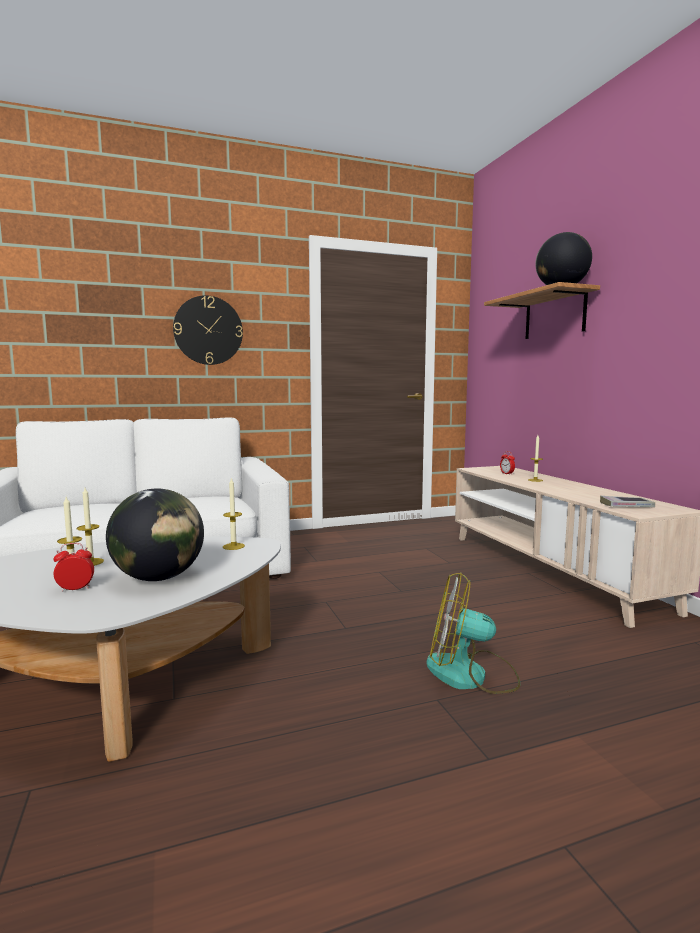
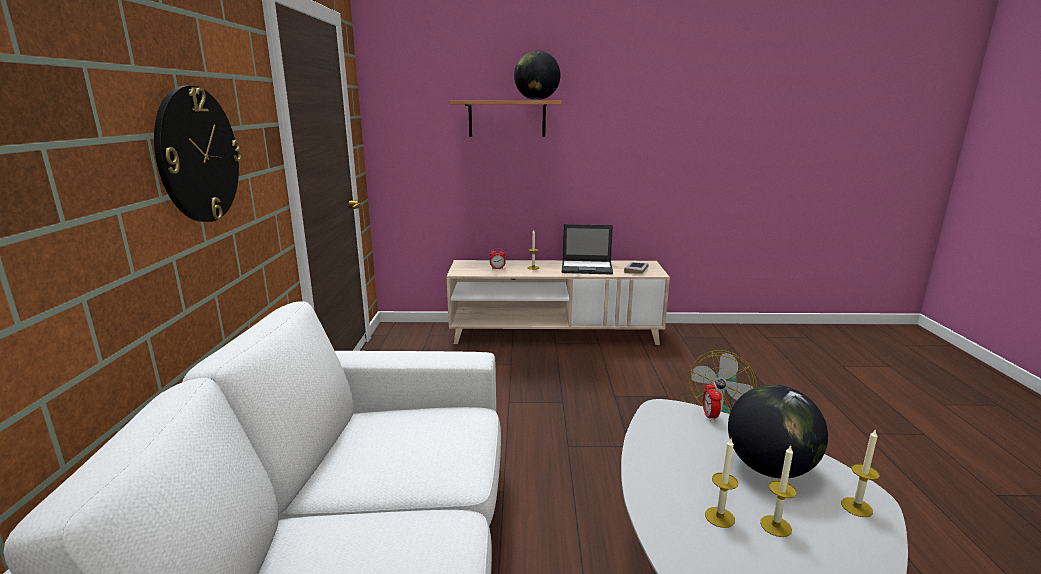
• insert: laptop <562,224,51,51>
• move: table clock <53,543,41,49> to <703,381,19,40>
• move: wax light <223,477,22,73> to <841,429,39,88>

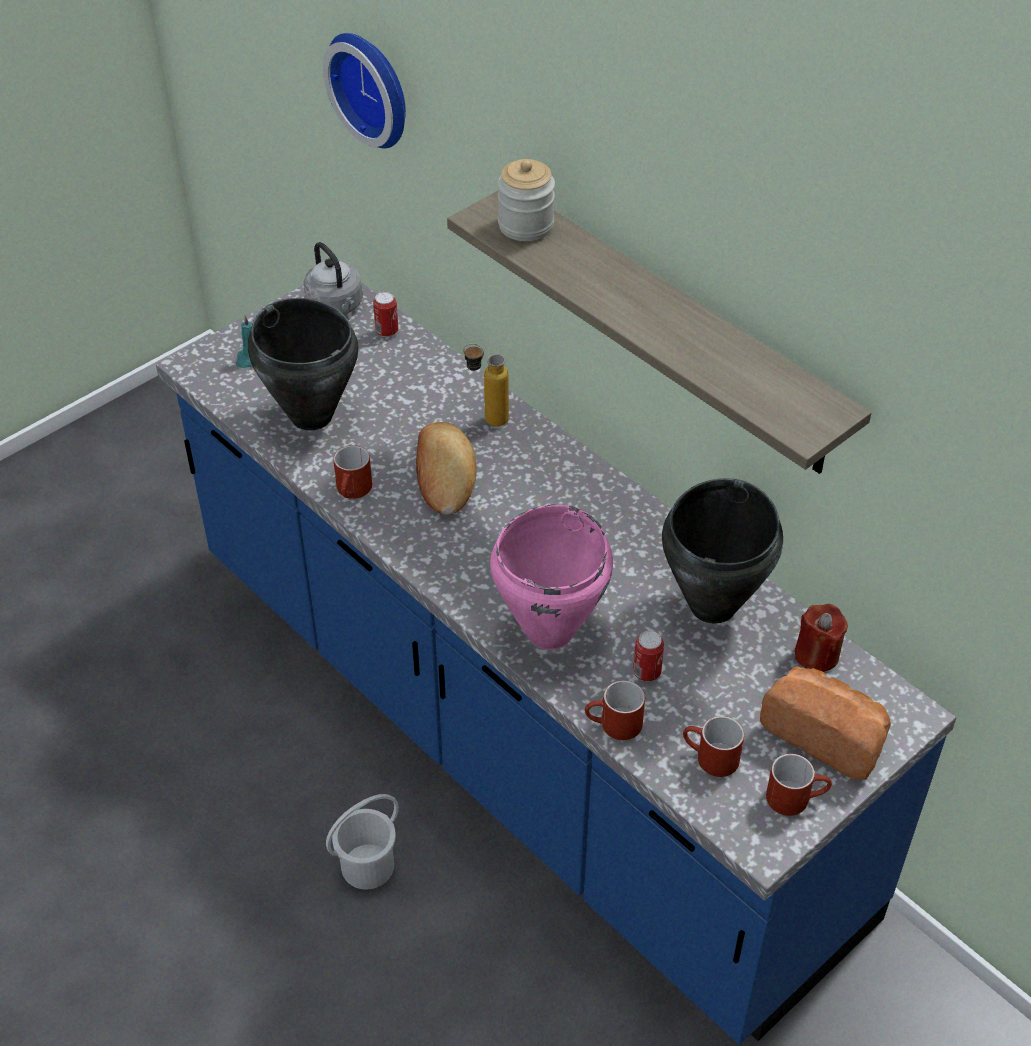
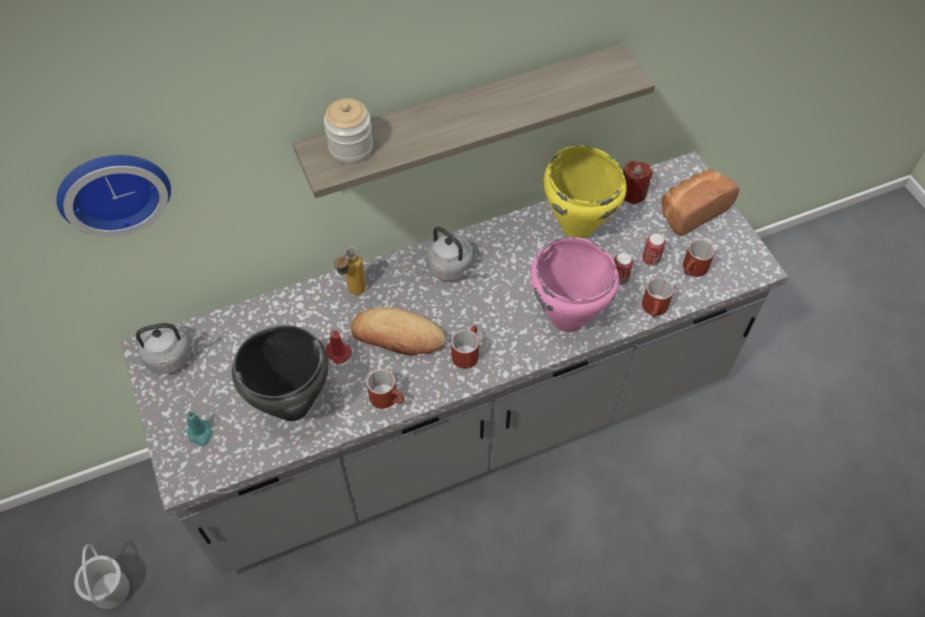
• move: white-coloured pail <326,794,73,96> to <74,544,56,65>
• recolor: blue-coloured kitchen counter <156,282,800,763> to greyish kitchen counter <121,151,668,425>
• insert: red wax light <326,329,26,34>
• insert: greyish kettle <426,227,51,54>
• move: red mug <766,754,66,62> to <451,325,28,44>
• recolor: black-coloured cooking pot <662,478,121,146> to yellowish cooking pot <544,145,83,94>
• move: can <373,292,25,45> to <642,233,23,33>

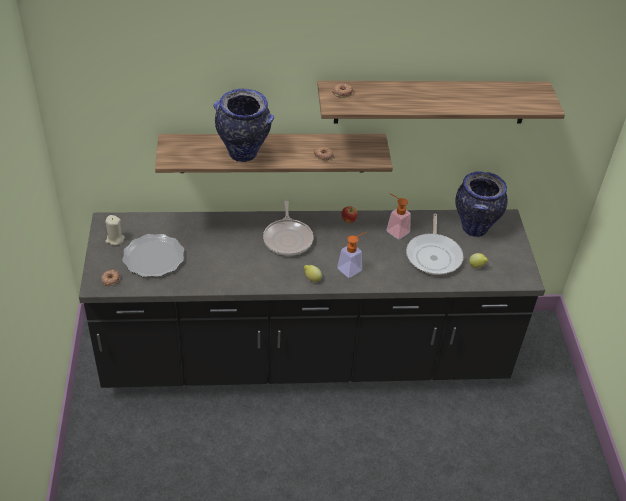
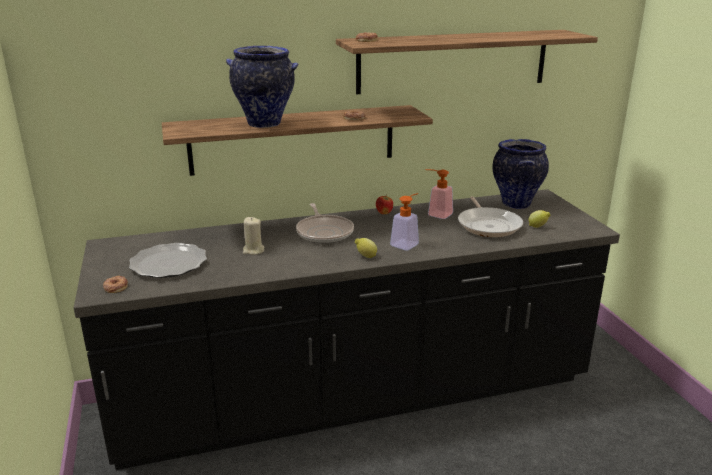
• move: beige wax light <105,215,20,30> to <243,217,21,38>

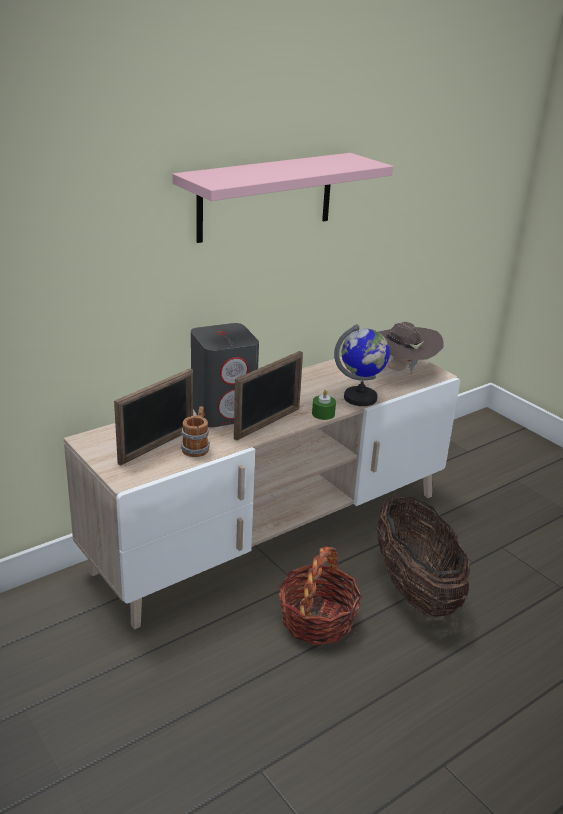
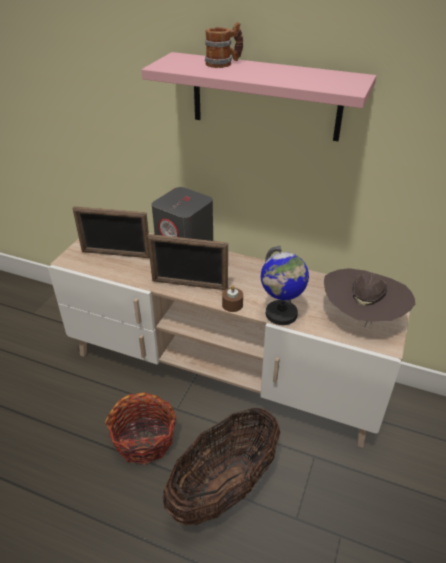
• move: mug <181,406,29,51> to <205,22,38,46>
• recolor: green-coloured wax light <312,390,24,30> to brown wax light <222,285,21,27>

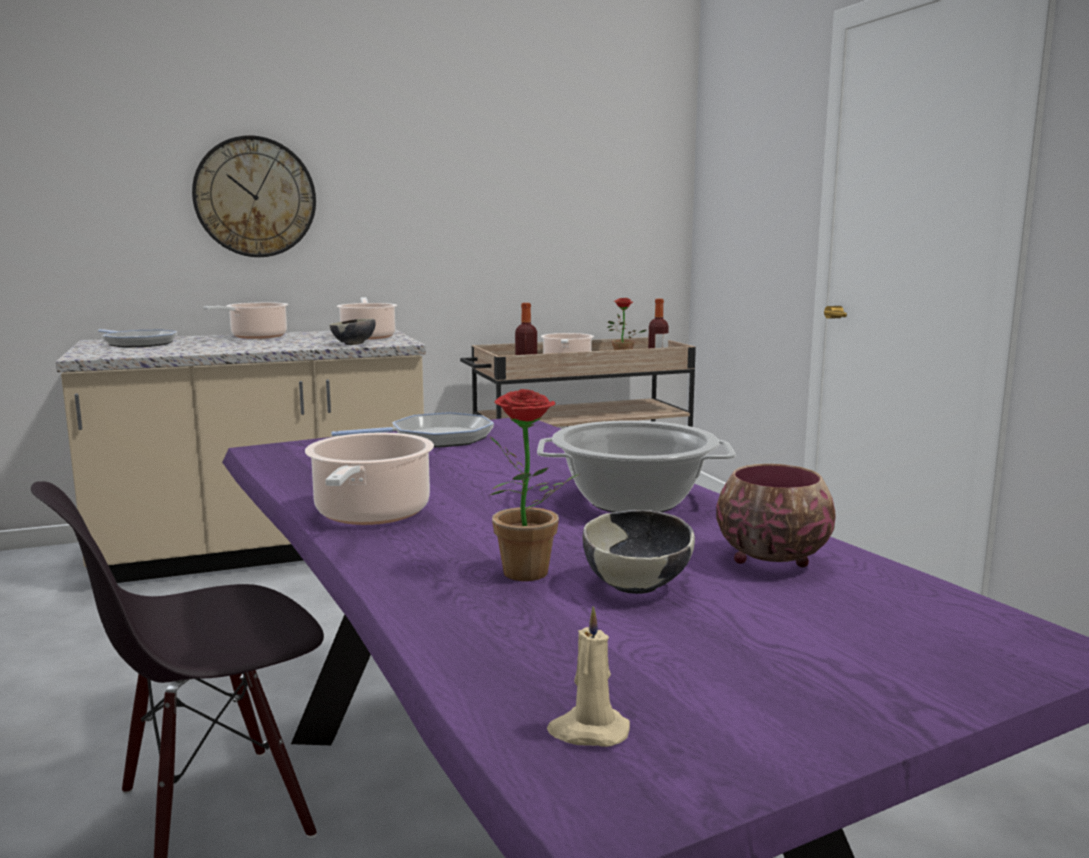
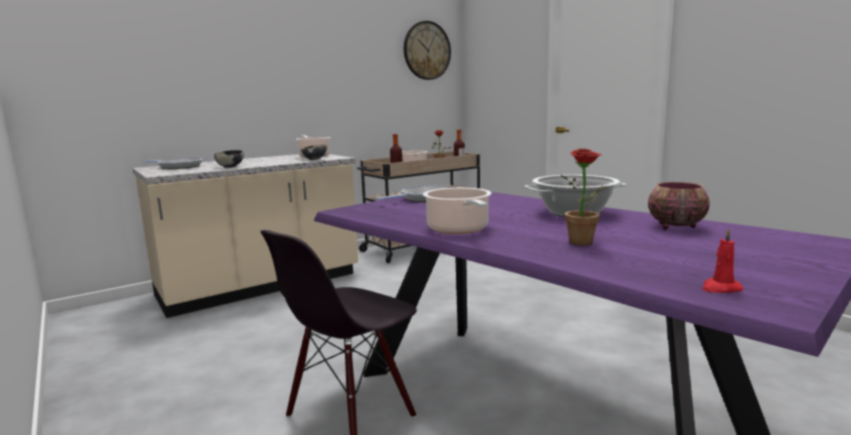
• move: serving bowl <583,510,112,84> to <214,150,30,18>
• move: clock on the wall <192,135,124,122> to <404,21,47,59>
• recolor: beige wax light <547,607,83,140> to red wax light <702,227,41,66>
• delete: cooking pot <203,302,85,37>

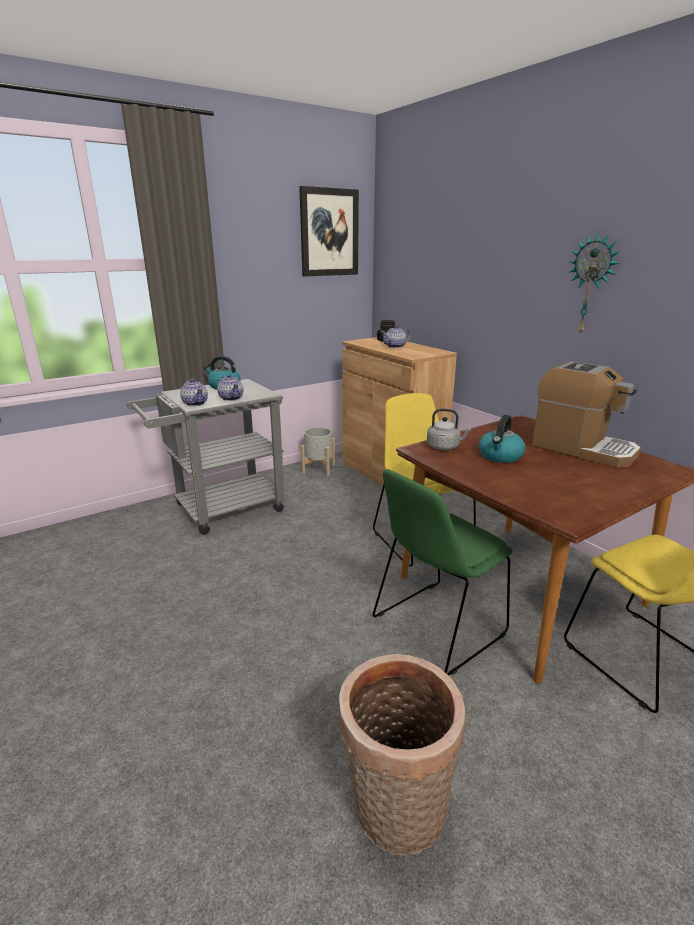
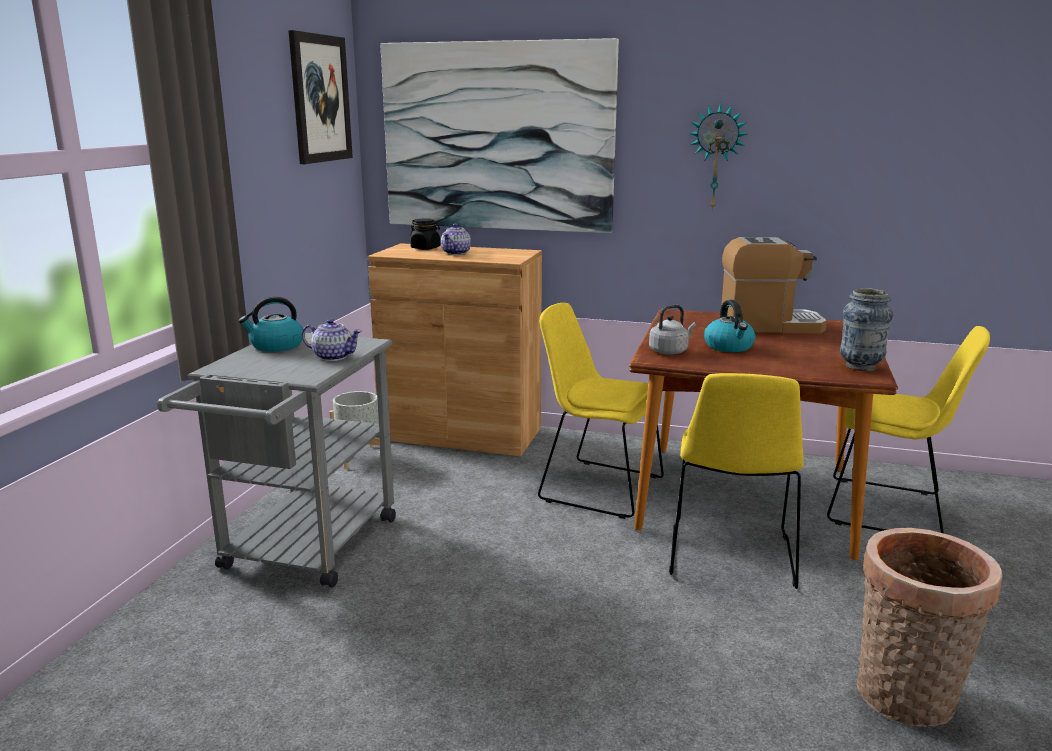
• insert: picture <380,38,239,195>
• recolor: green-coloured plain chair <373,469,139,206> to yellowish plain chair <669,373,135,216>
• insert: vase <840,289,53,82>
• delete: tea pot <180,379,28,27>

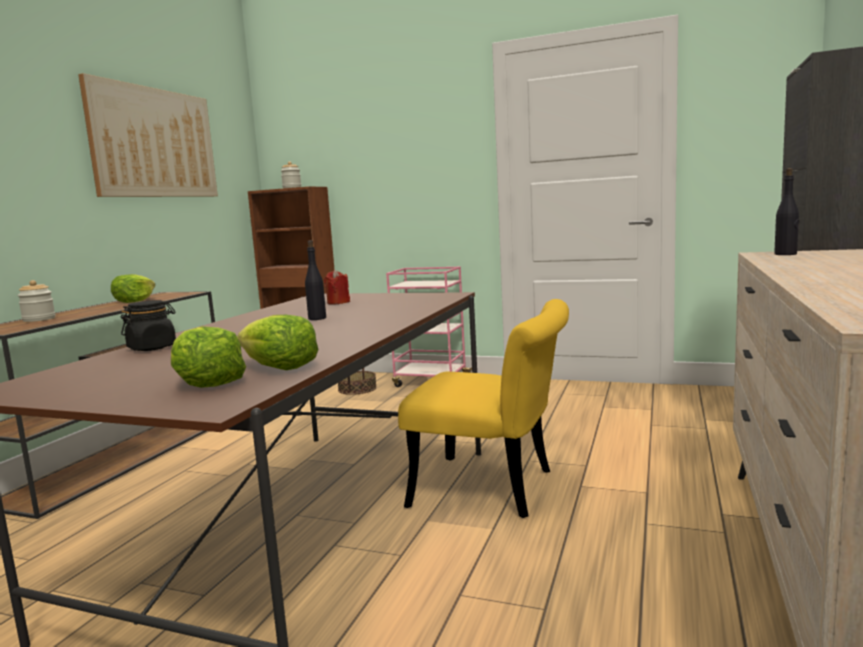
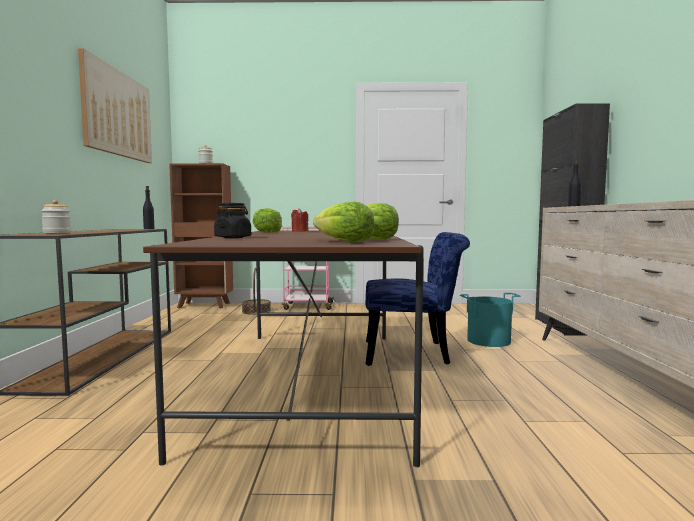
• move: black-coloured drink bottle <305,240,21,80> to <143,186,11,43>
• move: lettuce head <111,274,44,29> to <253,208,29,25>
• recolor: yellowish plain chair <398,299,171,219> to blue-coloured plain chair <365,232,105,134>
• insert: blue-green pail <460,293,60,54>

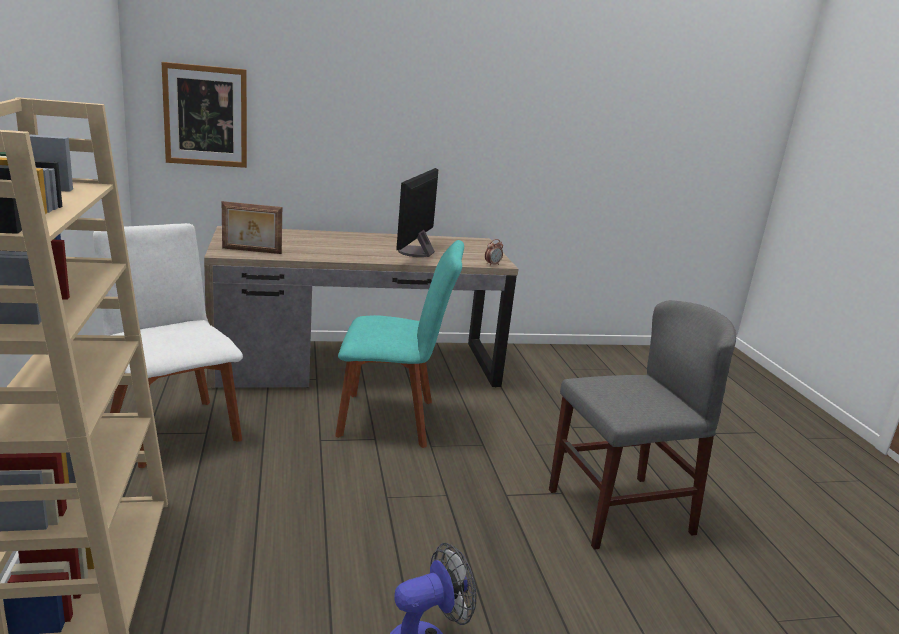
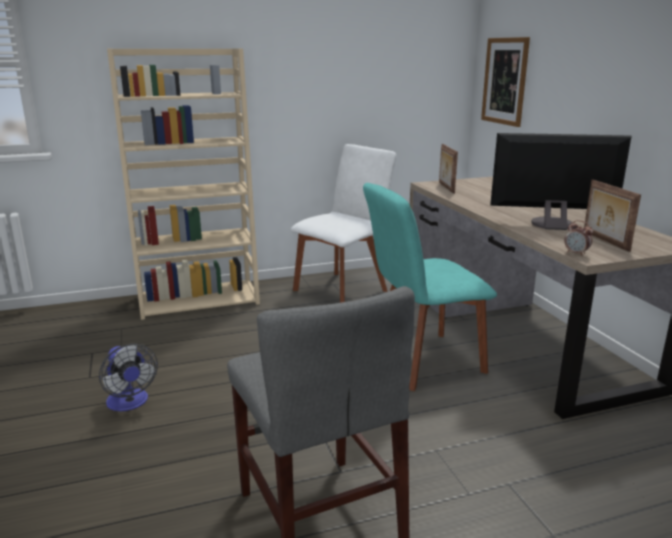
• rotate: blue-green plain chair <335,240,129,208> = <363,183,134,208> 75 degrees clockwise
• insert: standing frame <584,179,57,73>

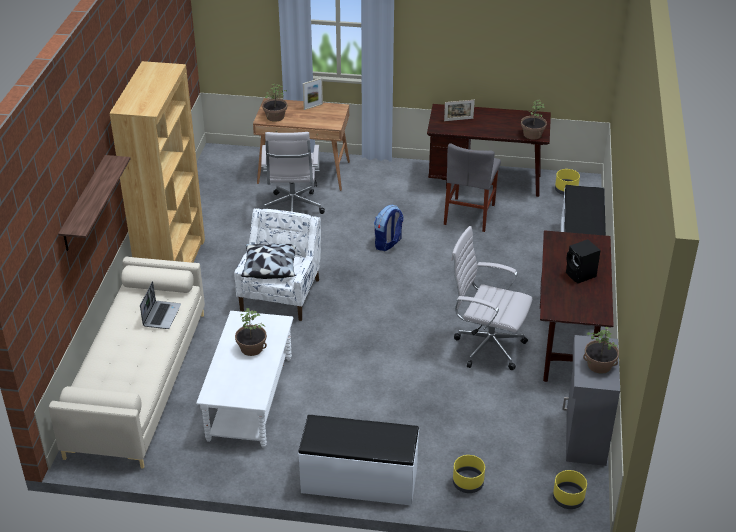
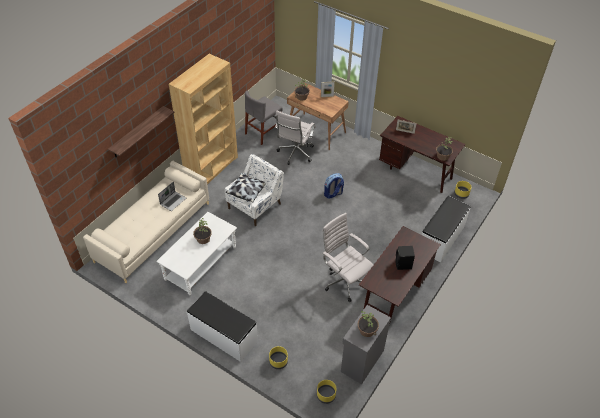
• move: greyish plain chair <444,143,57,89> to <245,91,38,54>

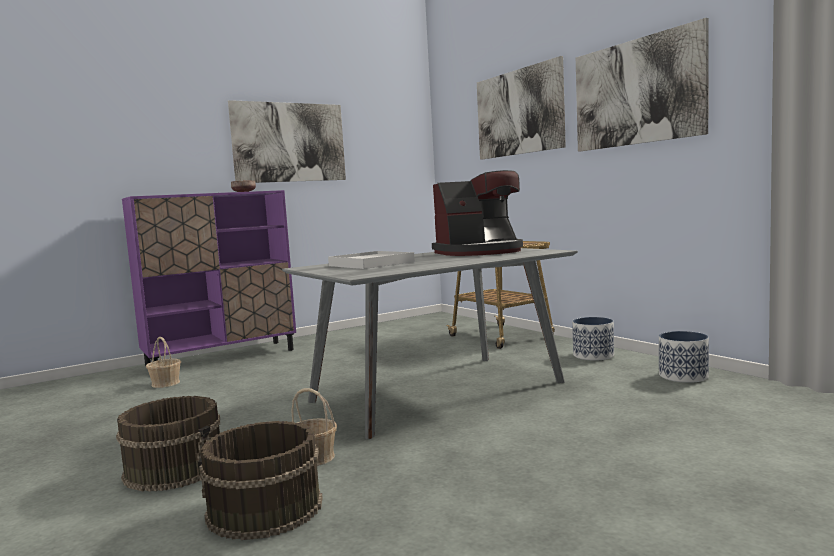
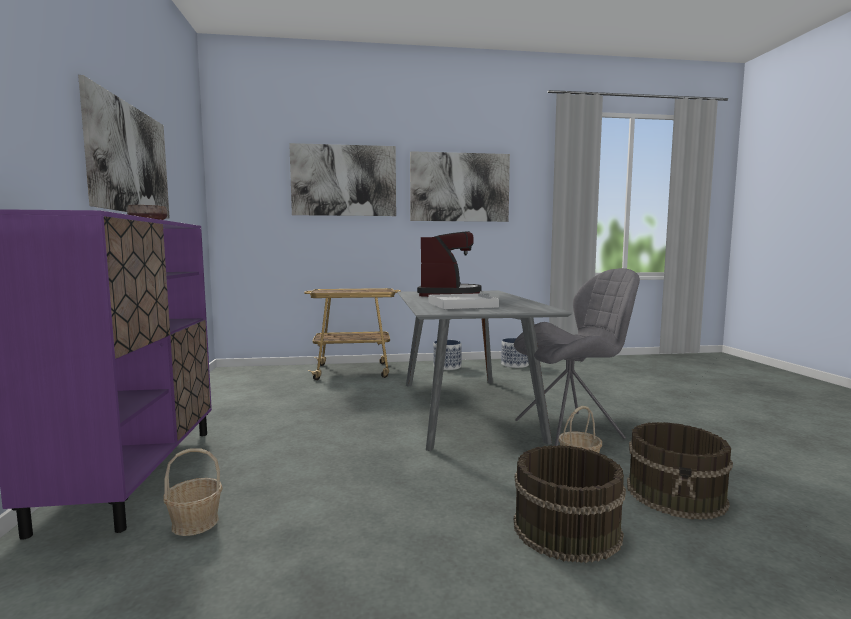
• insert: greyish plain chair <514,268,126,178>

